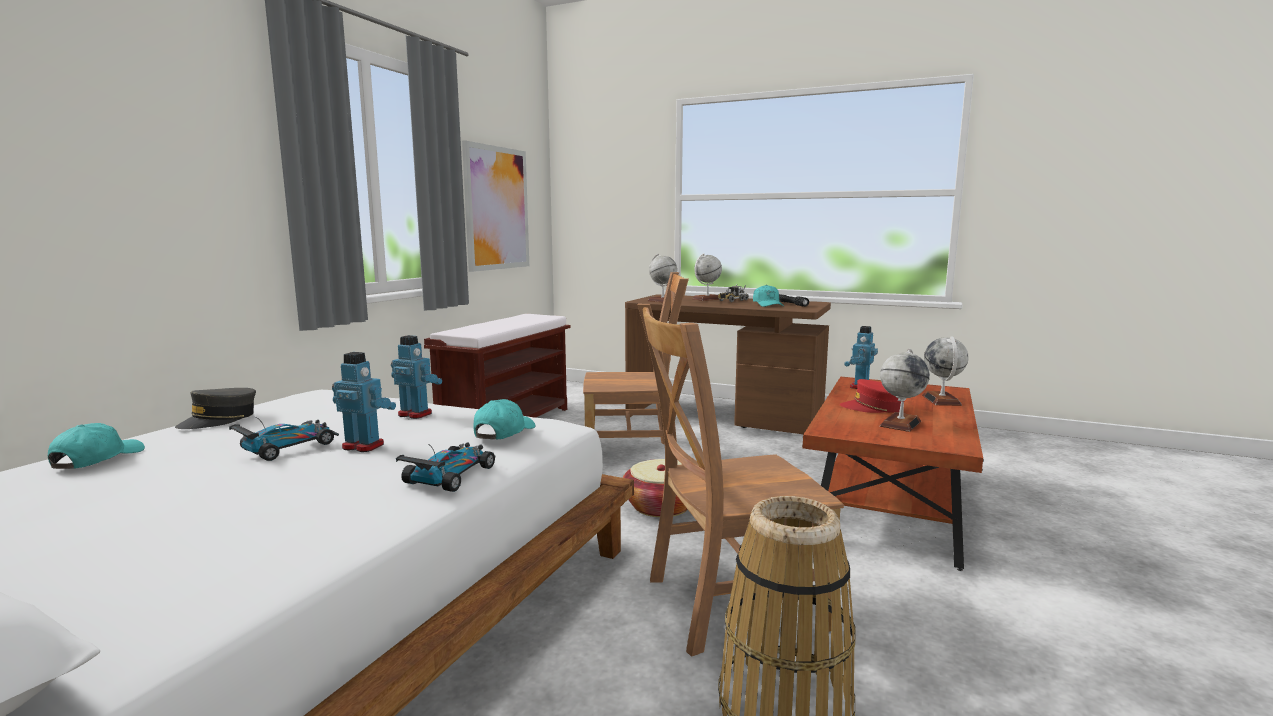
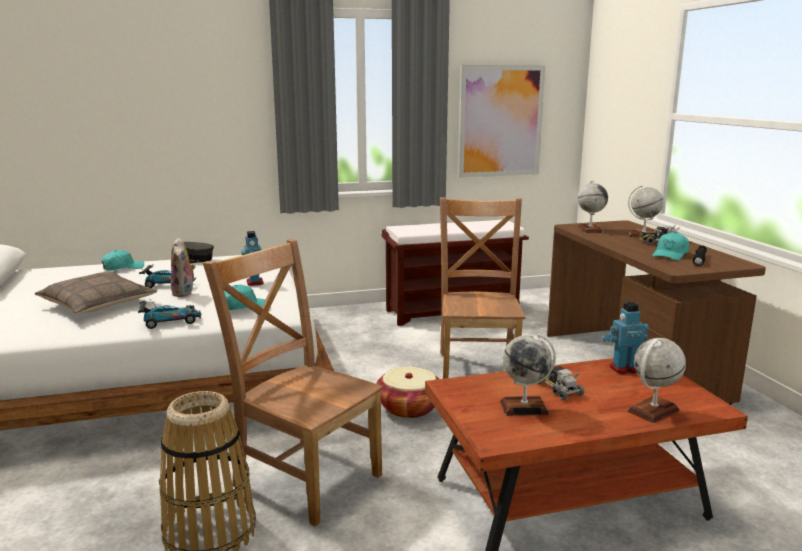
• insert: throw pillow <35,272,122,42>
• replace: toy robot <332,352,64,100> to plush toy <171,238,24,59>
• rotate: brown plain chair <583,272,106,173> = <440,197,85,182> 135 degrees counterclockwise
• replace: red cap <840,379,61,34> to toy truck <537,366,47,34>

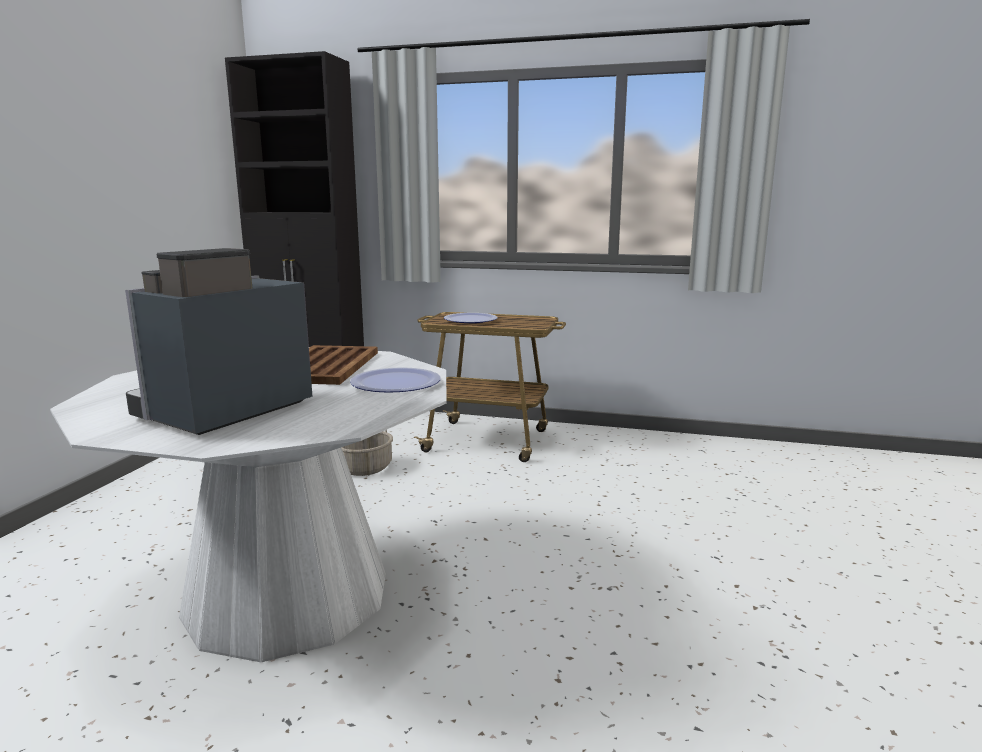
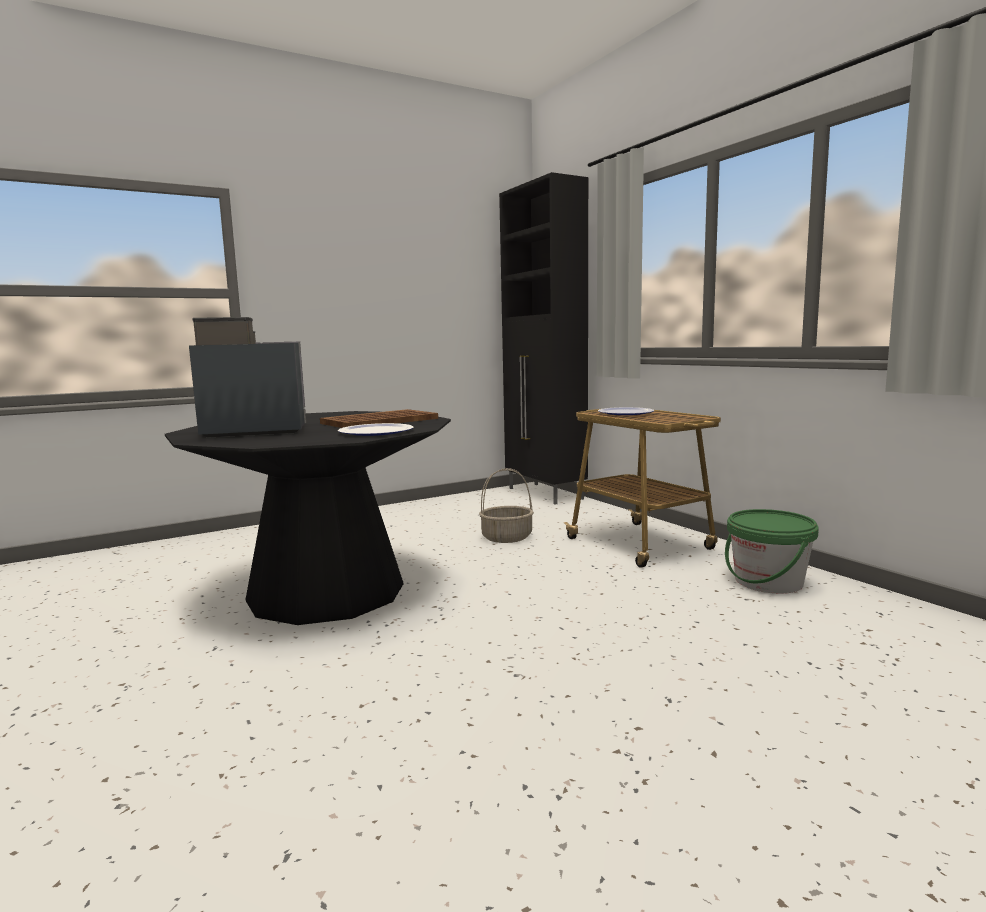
• recolor: white-coloured dinner table <50,351,397,311> to black-coloured dinner table <165,411,286,214>
• insert: green-coloured pail <725,509,94,85>

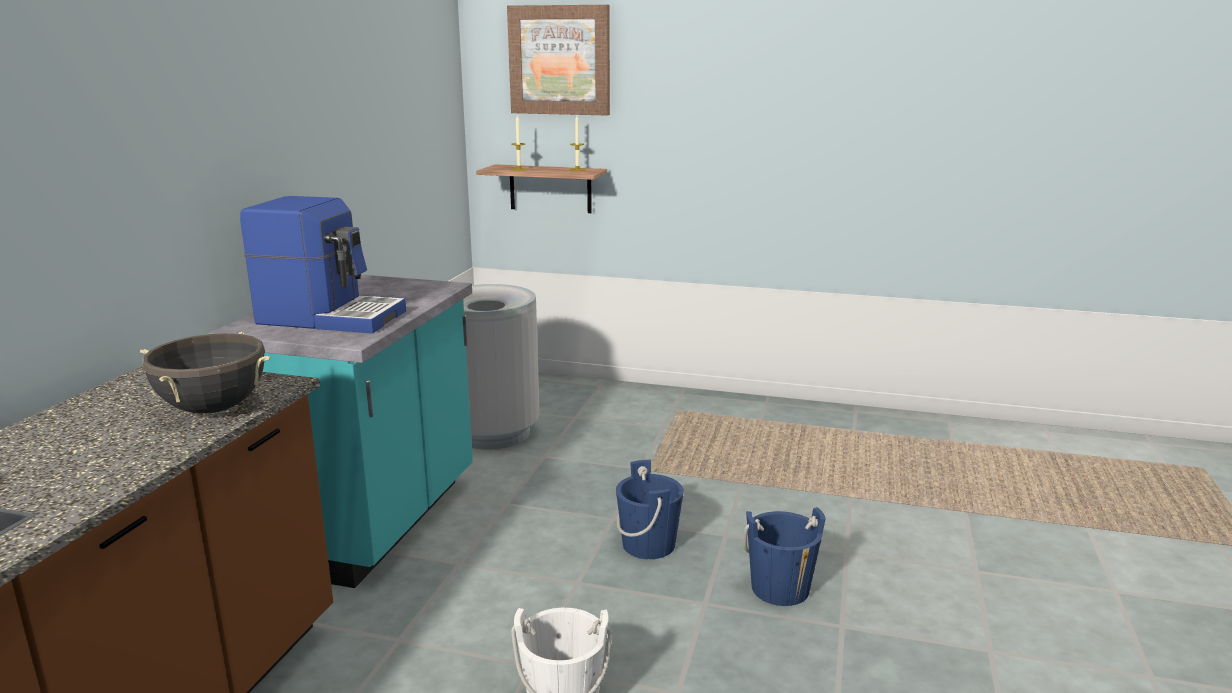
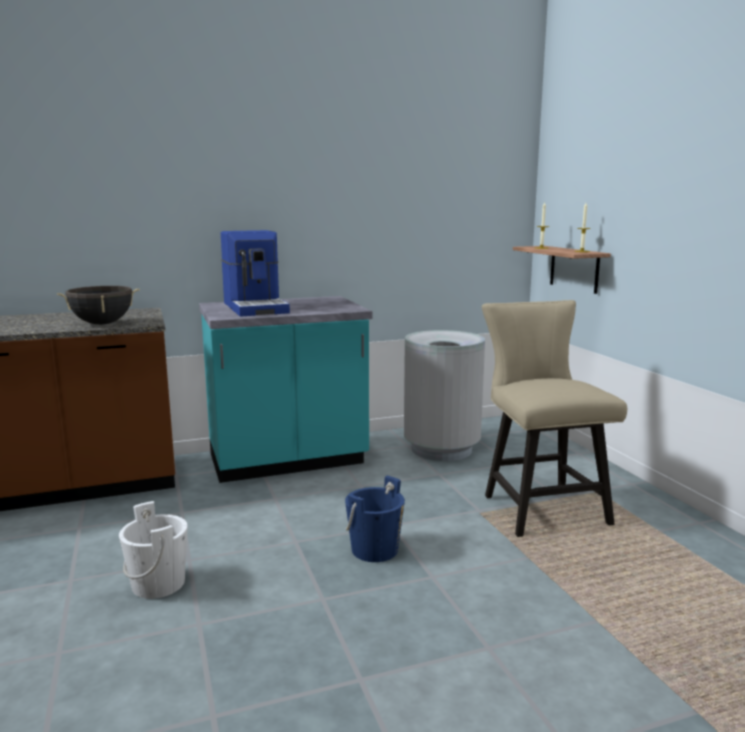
• insert: beige plain chair <482,300,145,237>
• delete: picture <507,5,103,111>
• delete: blue-coloured pail <743,507,83,99>

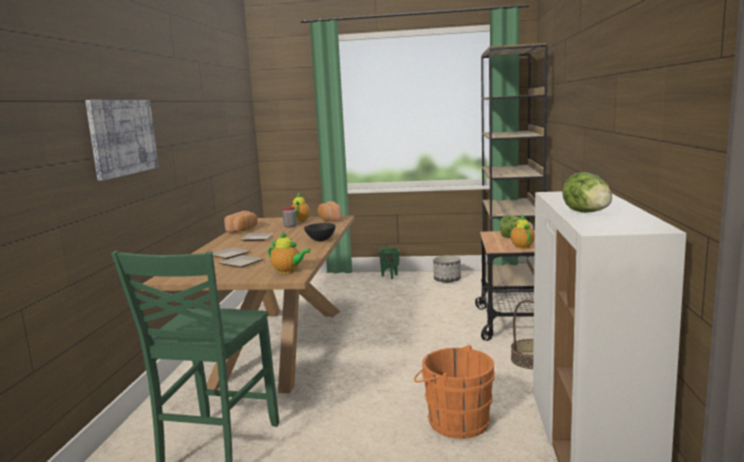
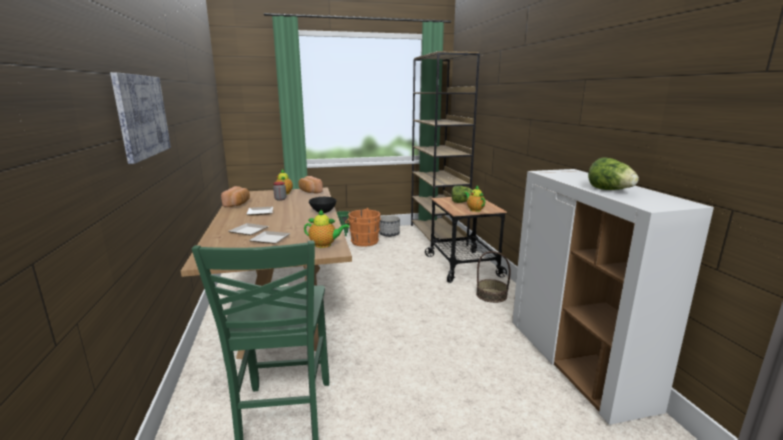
• move: orange-coloured pail <414,345,81,94> to <345,208,36,39>

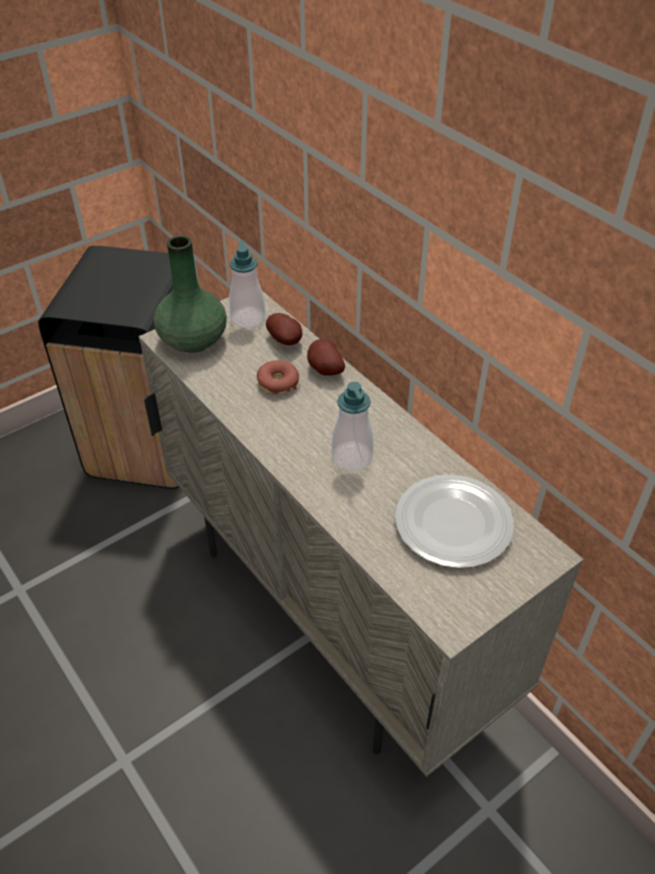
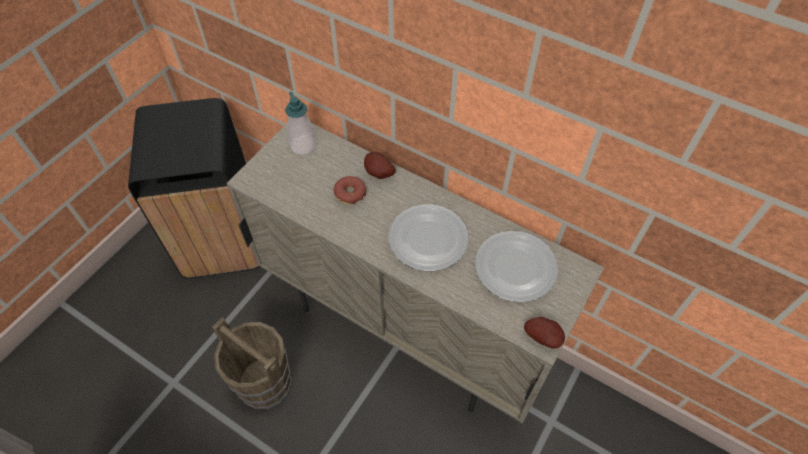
• insert: brown pail <212,317,80,92>
• replace: soap dispenser <332,382,42,89> to plate <389,204,80,67>
• move: spud <266,313,36,32> to <524,317,41,32>
• delete: green-coloured vase <154,236,73,117>

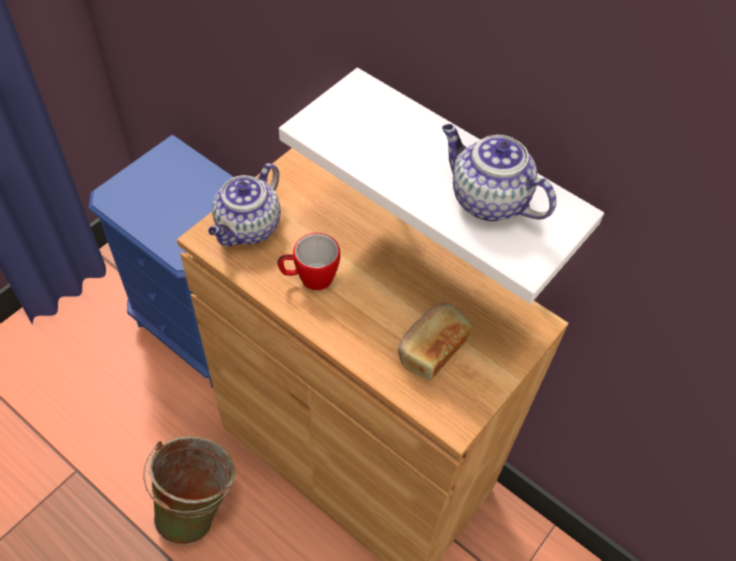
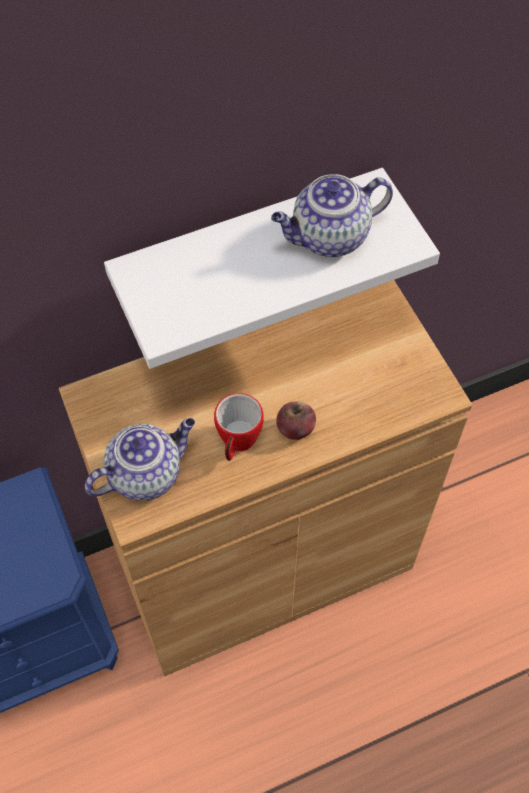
• rotate: tea pot <208,163,73,83> = <85,418,110,83> 90 degrees counterclockwise
• insert: apple fruit <276,401,40,39>
• delete: green-coloured pail <143,436,92,109>
• delete: baked bread <398,303,75,77>

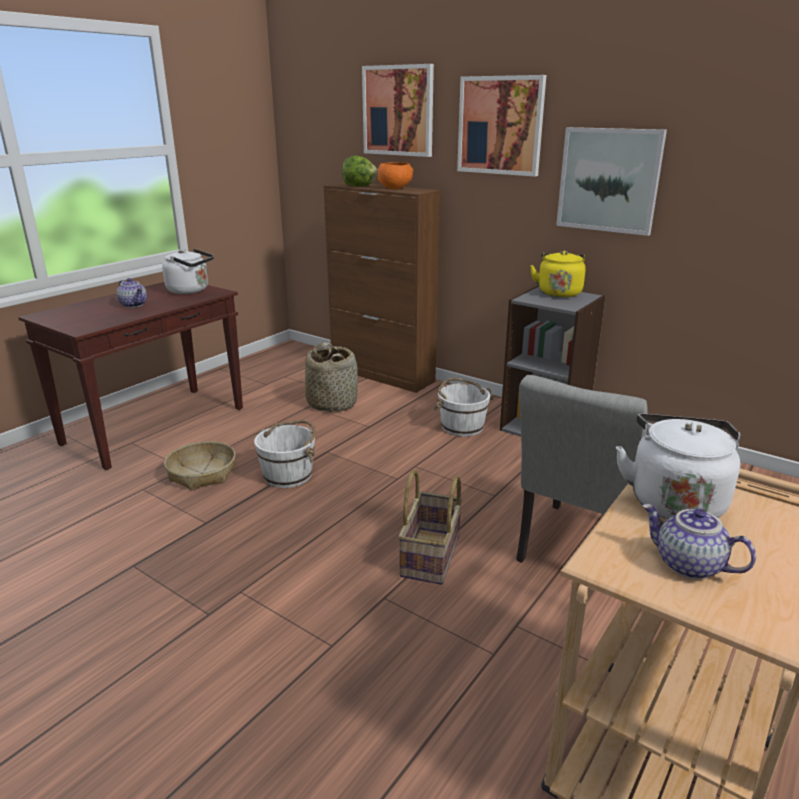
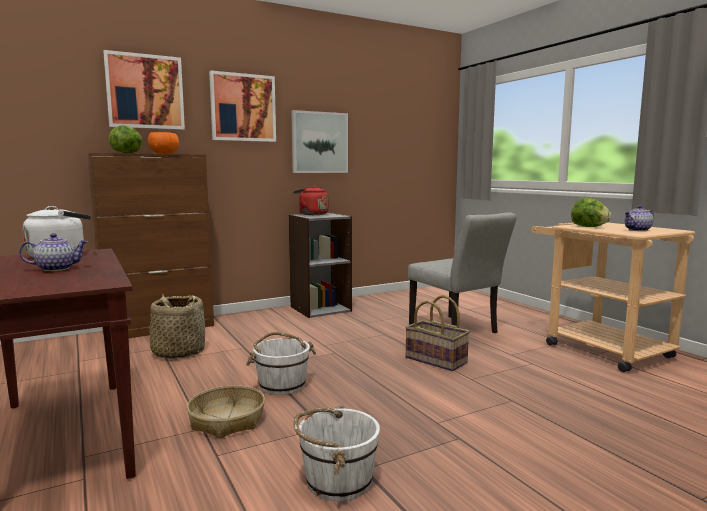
• recolor: yellowish kettle <530,251,56,47> to red kettle <293,186,36,29>
• move: white-coloured pail <433,378,60,59> to <294,406,86,95>
• replace: white-coloured kettle <616,414,124,105> to lettuce head <571,198,41,29>

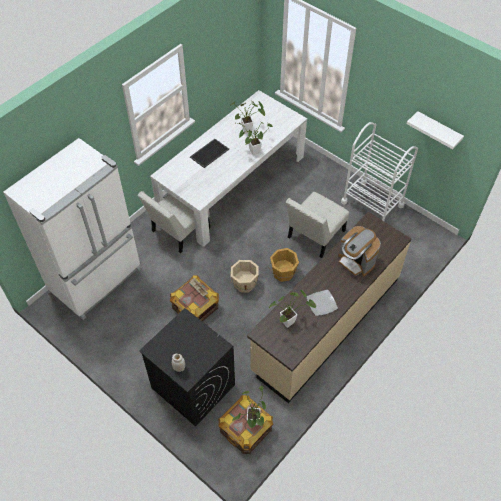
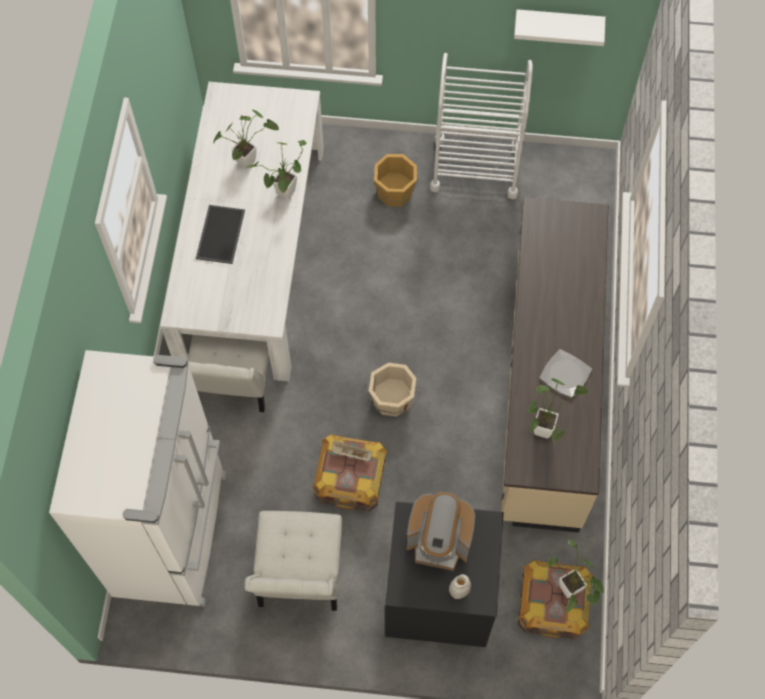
• move: white-coloured plain chair <286,192,63,66> to <245,511,97,100>
• move: orange-coloured pail <268,248,33,34> to <374,154,44,53>
• move: coffee maker <338,226,43,51> to <406,492,69,79>

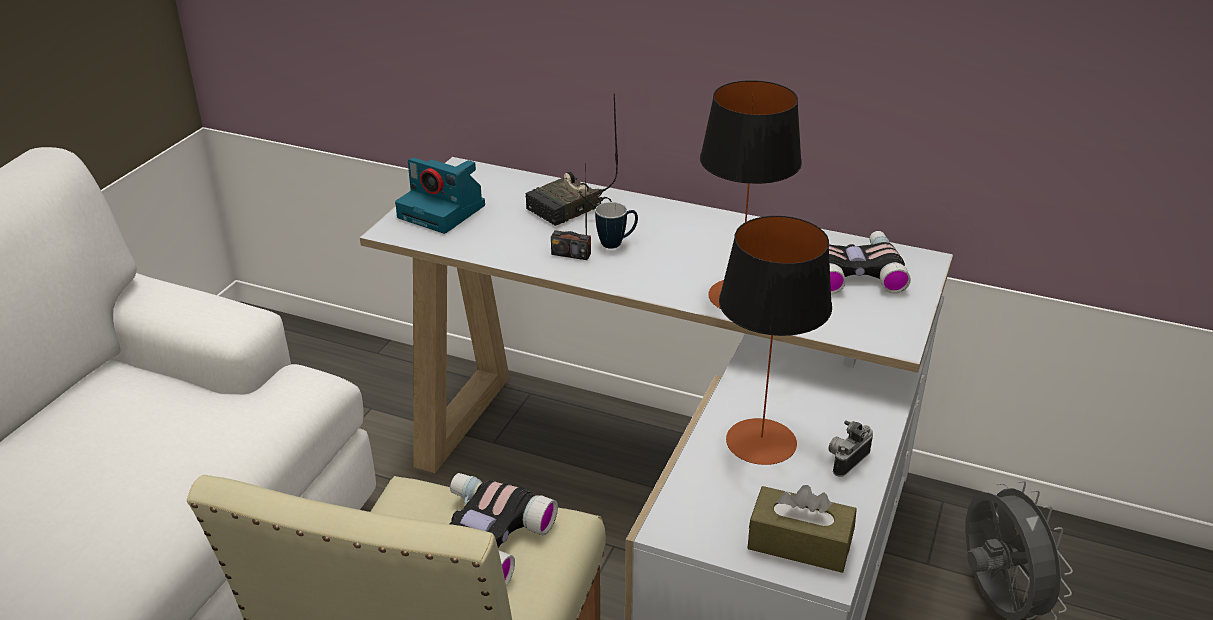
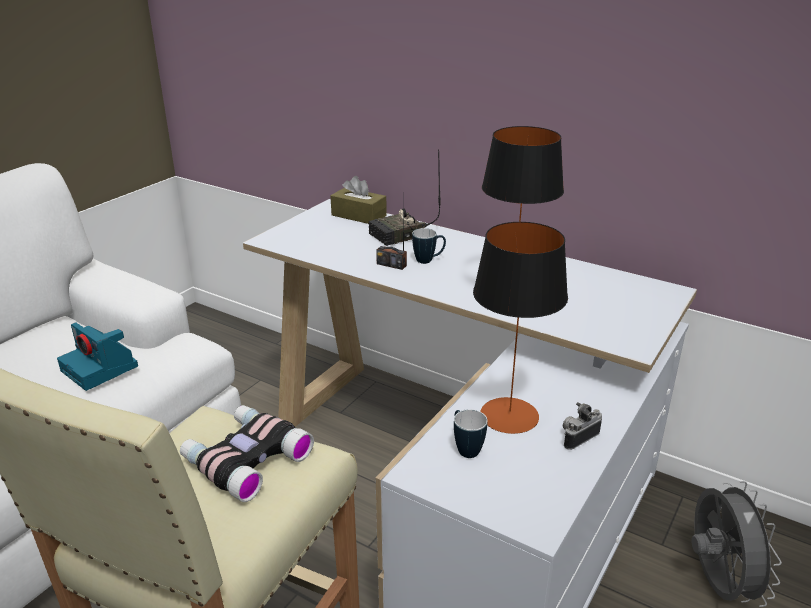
• move: photo camera <395,158,90,76> to <57,322,81,69>
• move: brown tissue box <747,485,110,88> to <330,176,57,48>
• insert: mug <454,409,33,49>
• delete: binoculars <829,231,82,64>

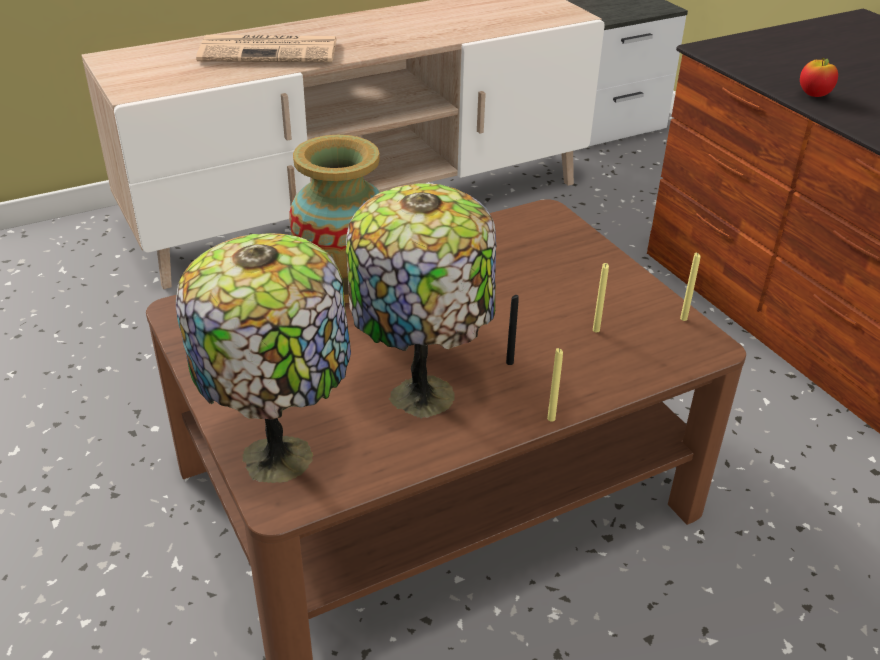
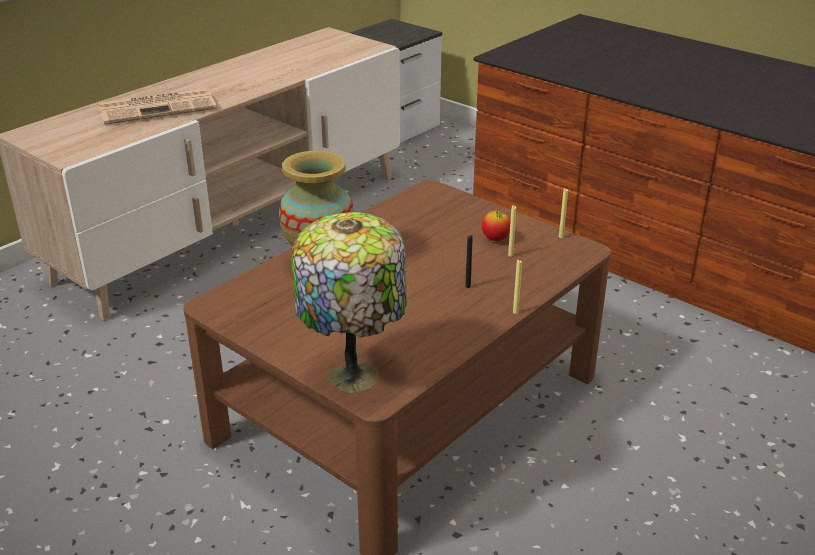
• move: apple fruit <800,58,38,39> to <482,211,29,30>
• delete: lamp for a table <346,183,150,235>

